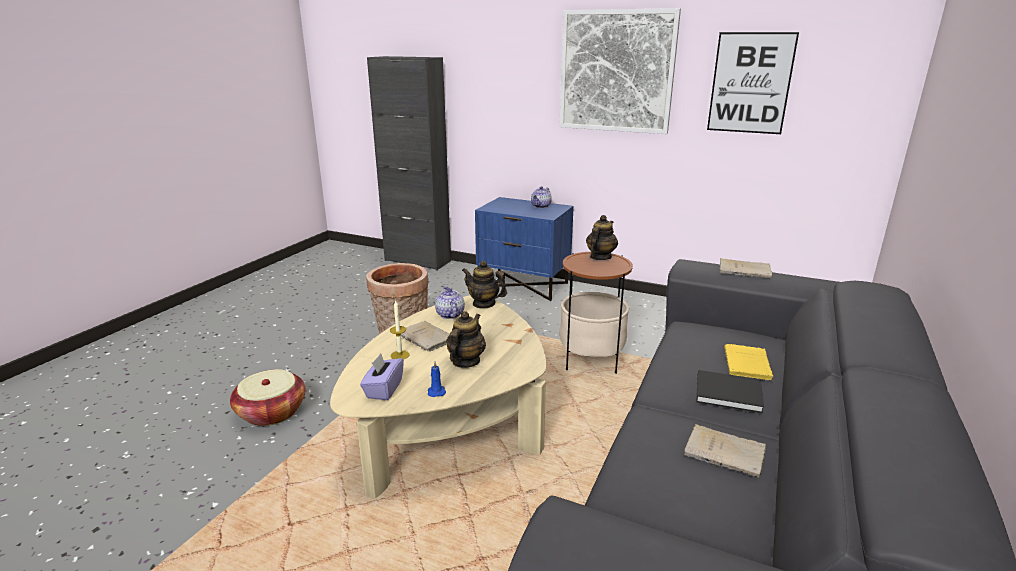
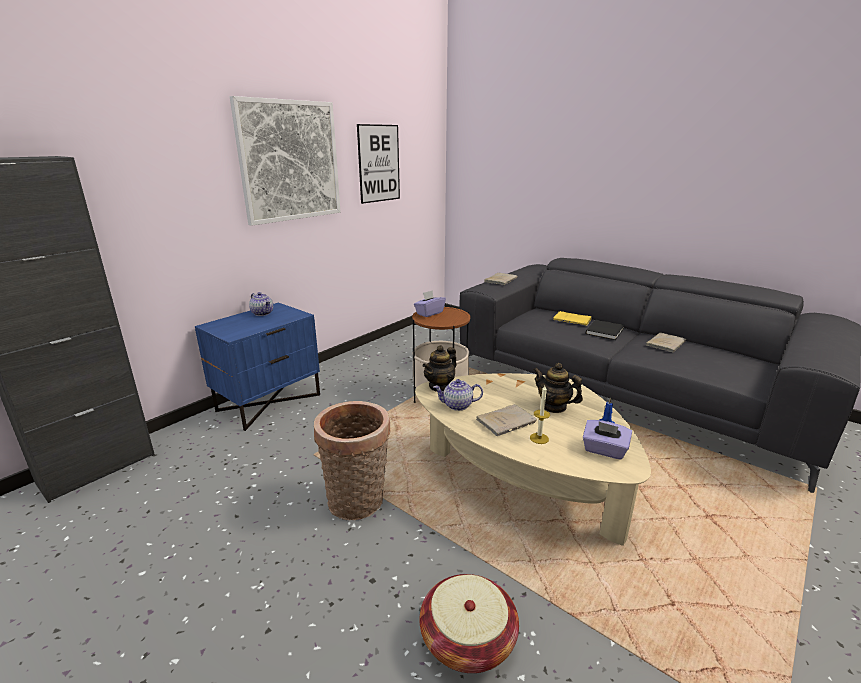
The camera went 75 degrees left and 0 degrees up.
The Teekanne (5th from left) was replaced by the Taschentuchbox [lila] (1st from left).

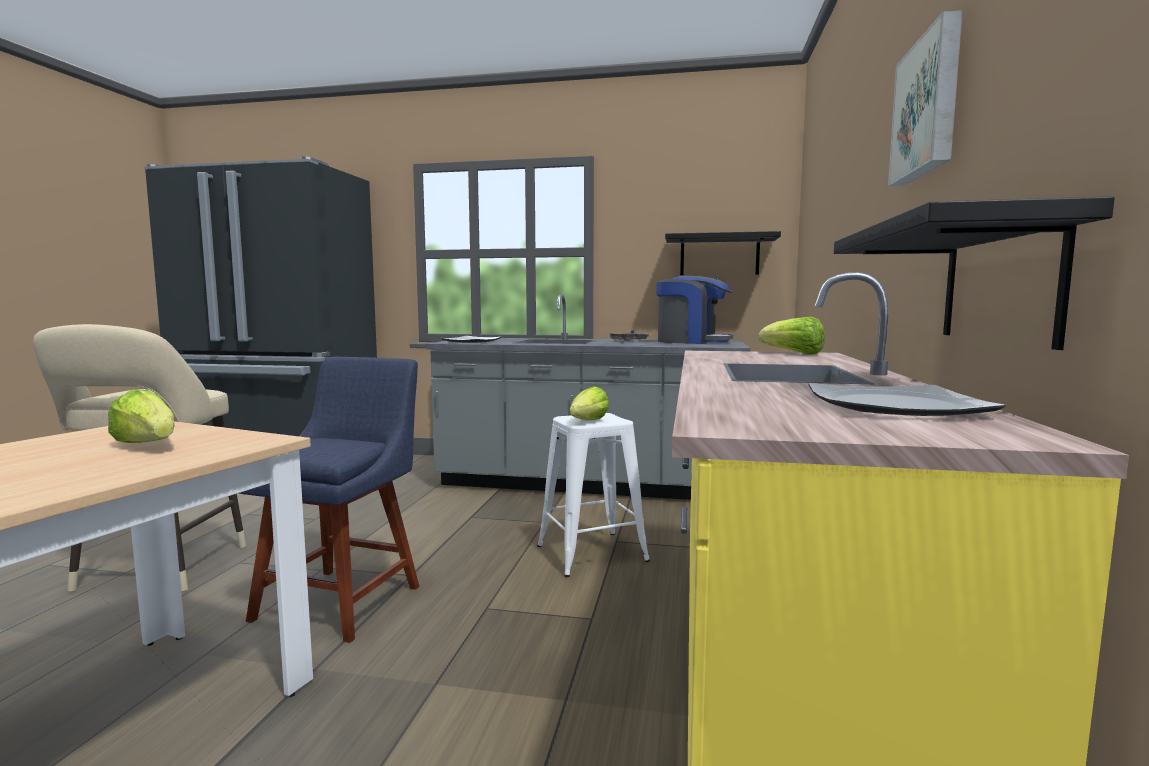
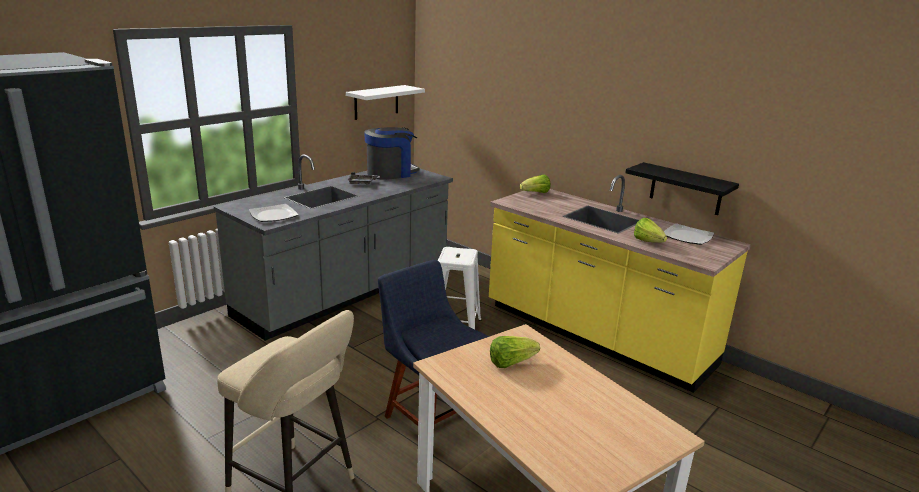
The camera went 60 degrees left and 15 degrees up.
The Wandregal [schwarz] (1st from left) became the Wandregal [weiß].
The Salatkopf (2nd from left in the first image) moved.
The Bild disappeared.

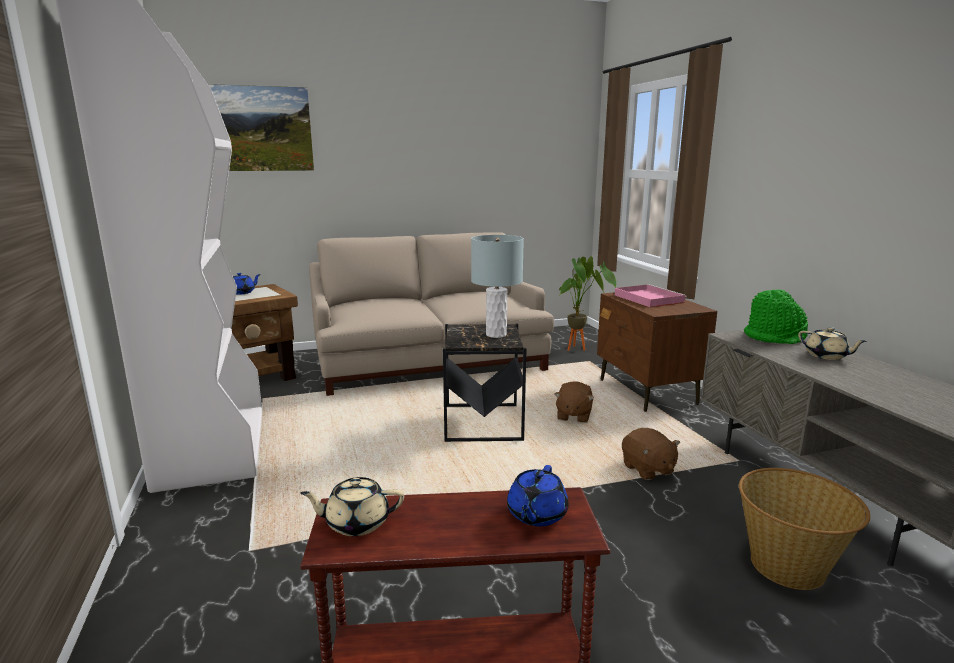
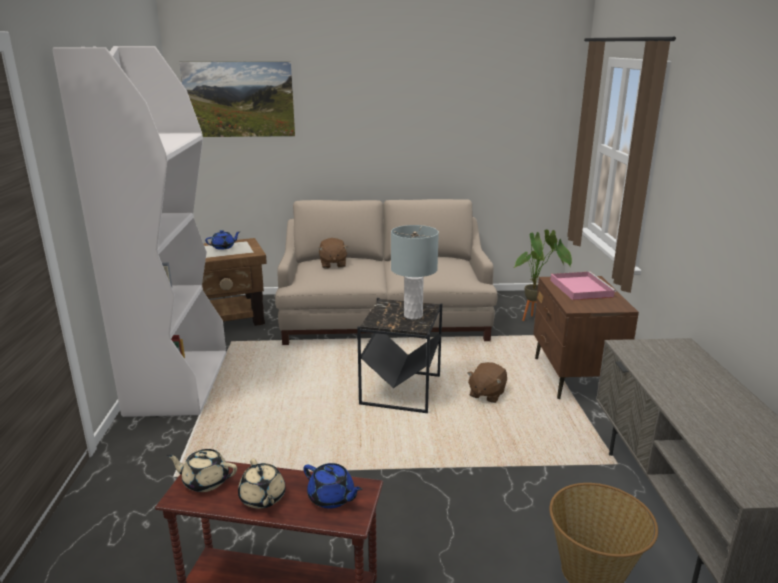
The camera went 15 degrees right and 5 degrees up.
The Teekanne [beige] (2nd from left) moved.
The Teekanne [blau] (2nd from left) turned 90 degrees counterclockwise.
The Plüschtier [braun] (2nd from left in the first image) moved.
The Hut [grün] disappeared.

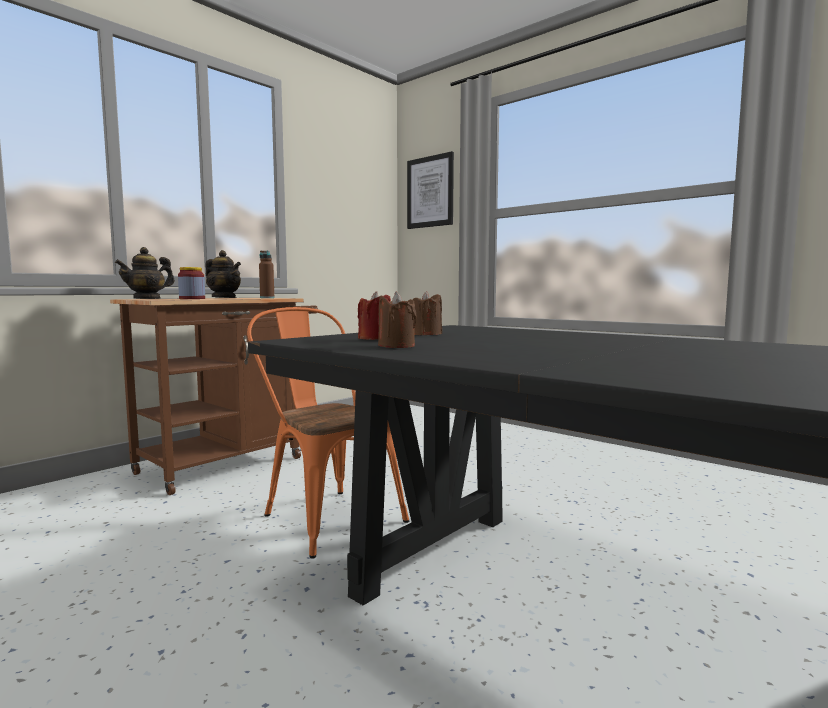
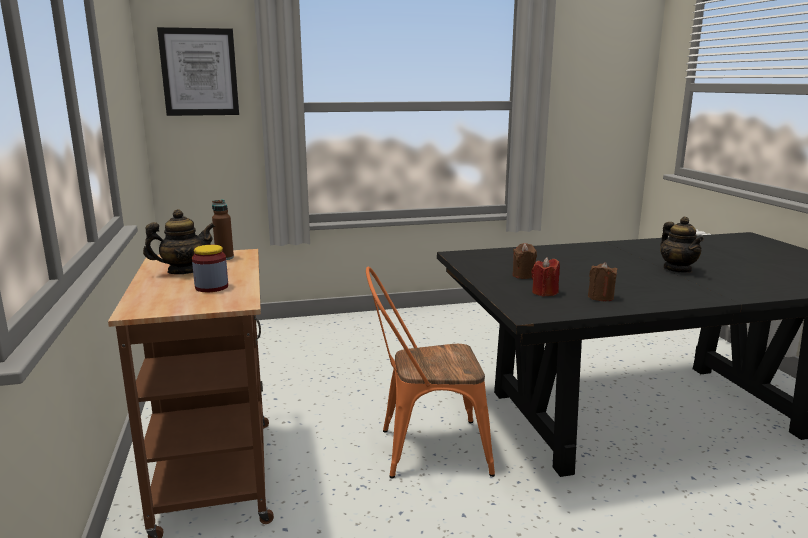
The camera went 55 degrees left and 10 degrees up.
The Teekanne (1st from left in the first image) moved.

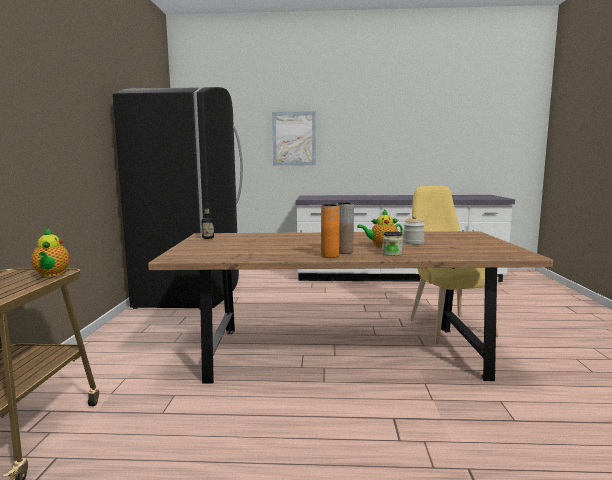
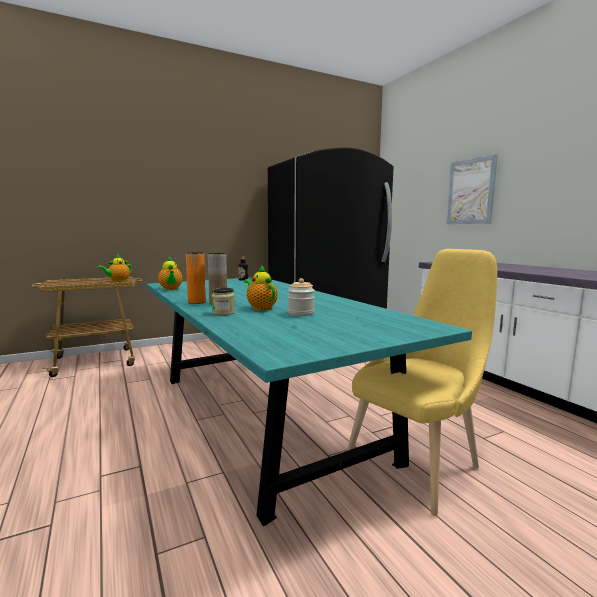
The camera went 60 degrees right and 0 degrees up.
The Esstisch [braun] became the Esstisch [türkis].
The Teekanne (2nd from left) appeared.

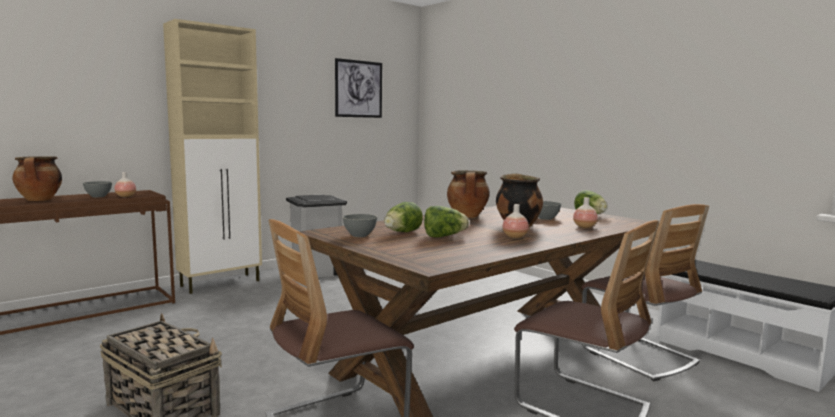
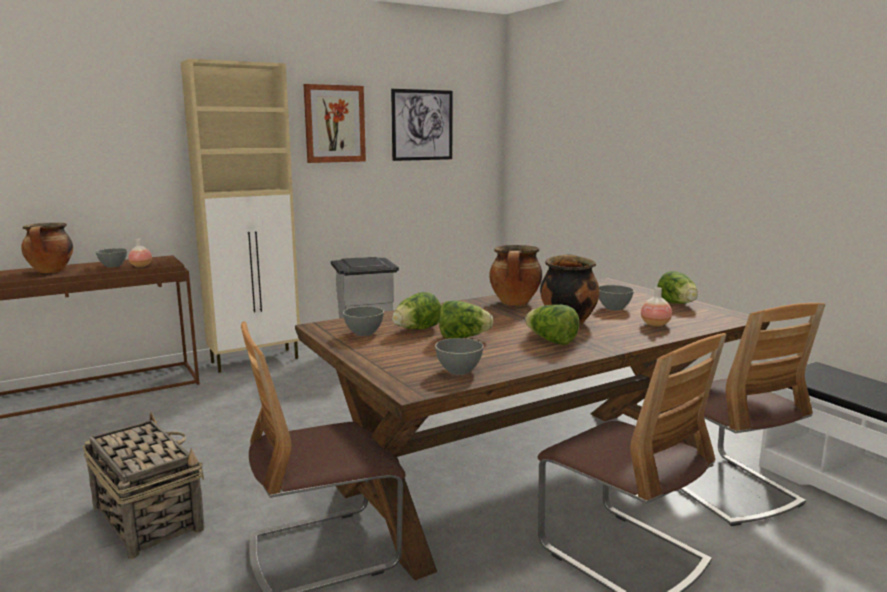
The camera went 10 degrees right and 5 degrees up.
The Bild (1st from left) appeared.
The Schüssel [grau] (3rd from left) appeared.
The Vase (2nd from left) was replaced by the Salatkopf (3rd from left).

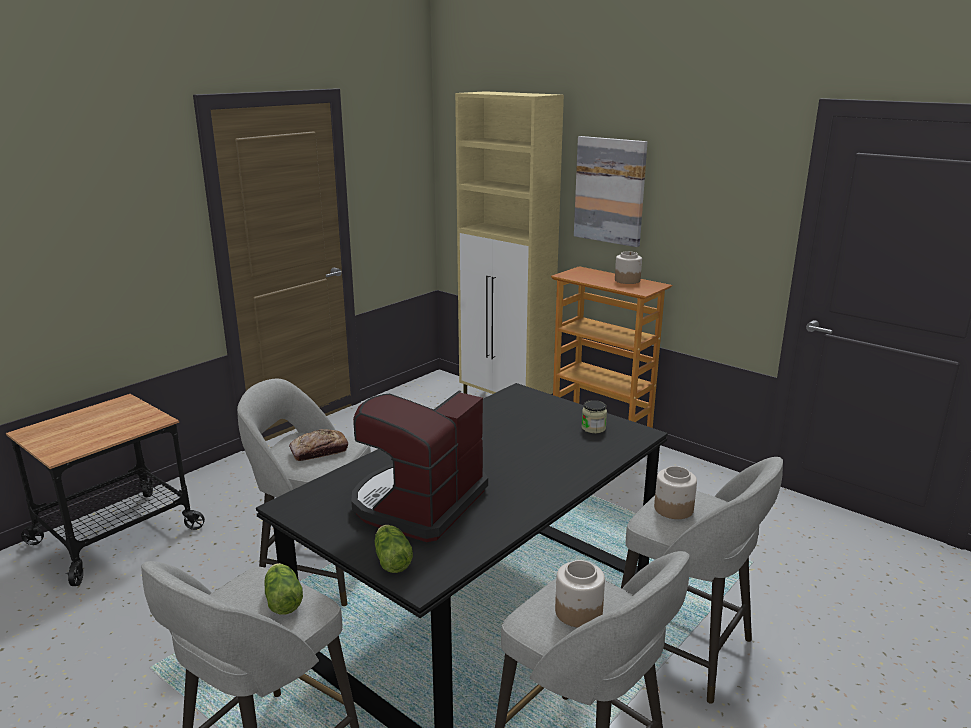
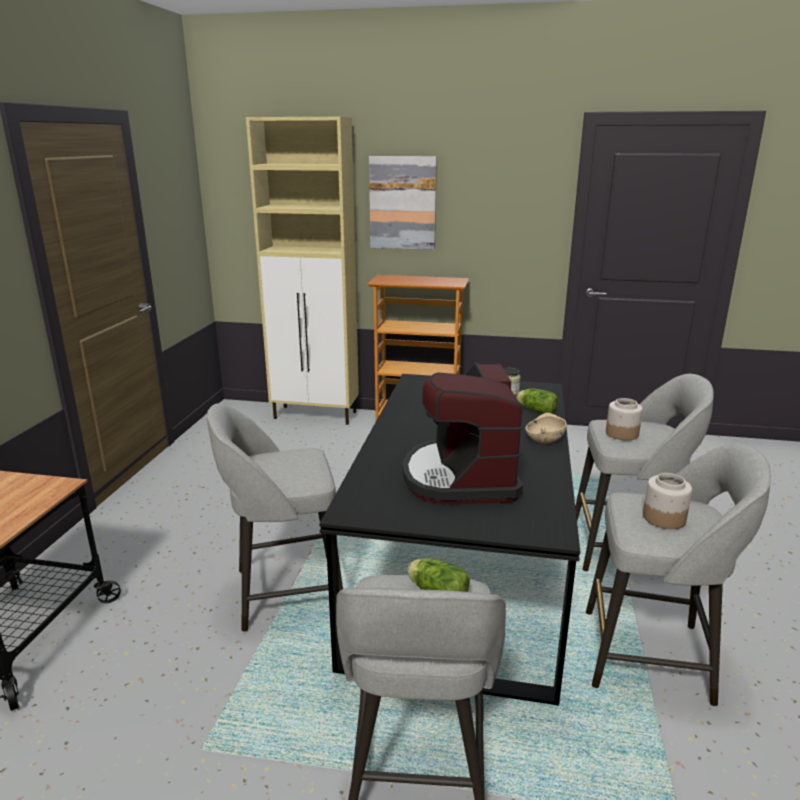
The camera went 30 degrees left and 0 degrees up.
The Salatkopf (2nd from left) moved.
The Schüssel [beige] appeared.
The Brot disappeared.
The Vorratsglas (3rd from left) disappeared.

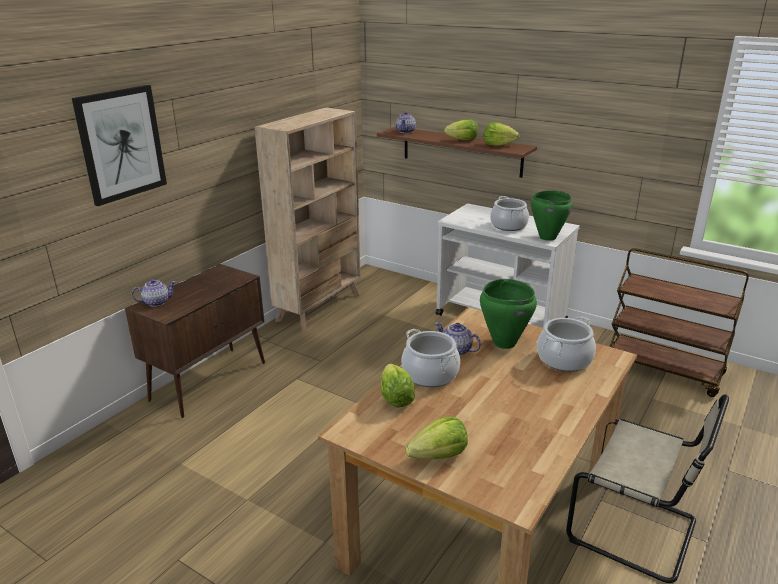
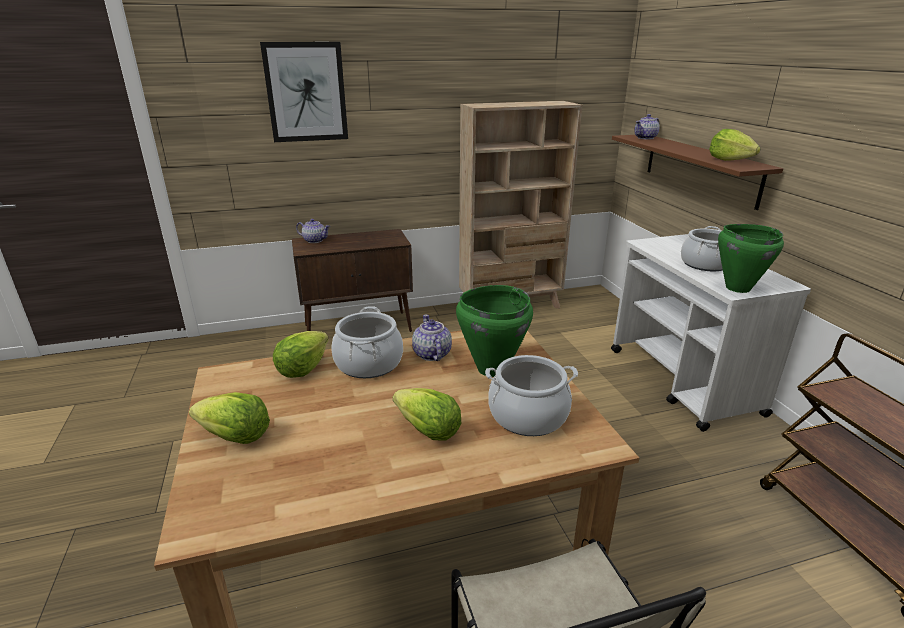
The camera went 40 degrees right and 0 degrees up.
The Salatkopf (3rd from left) moved.

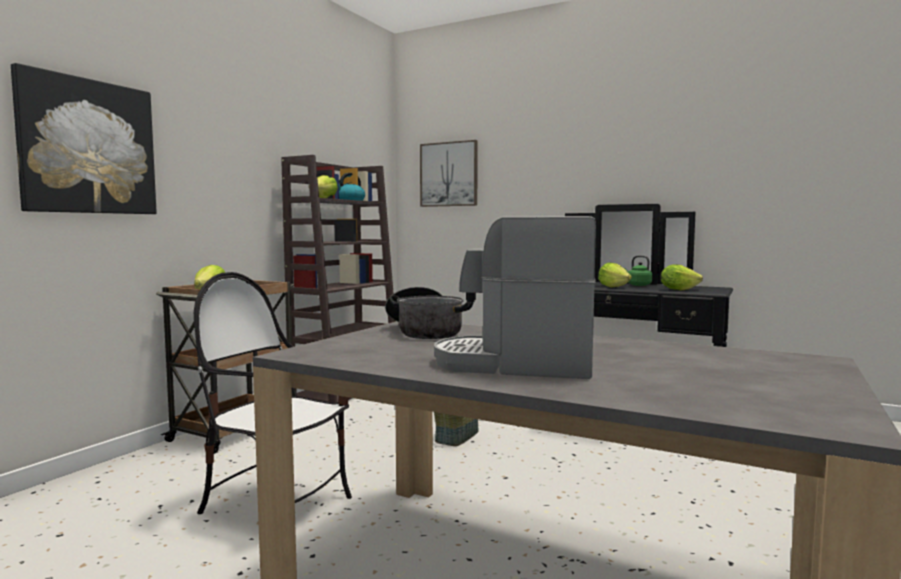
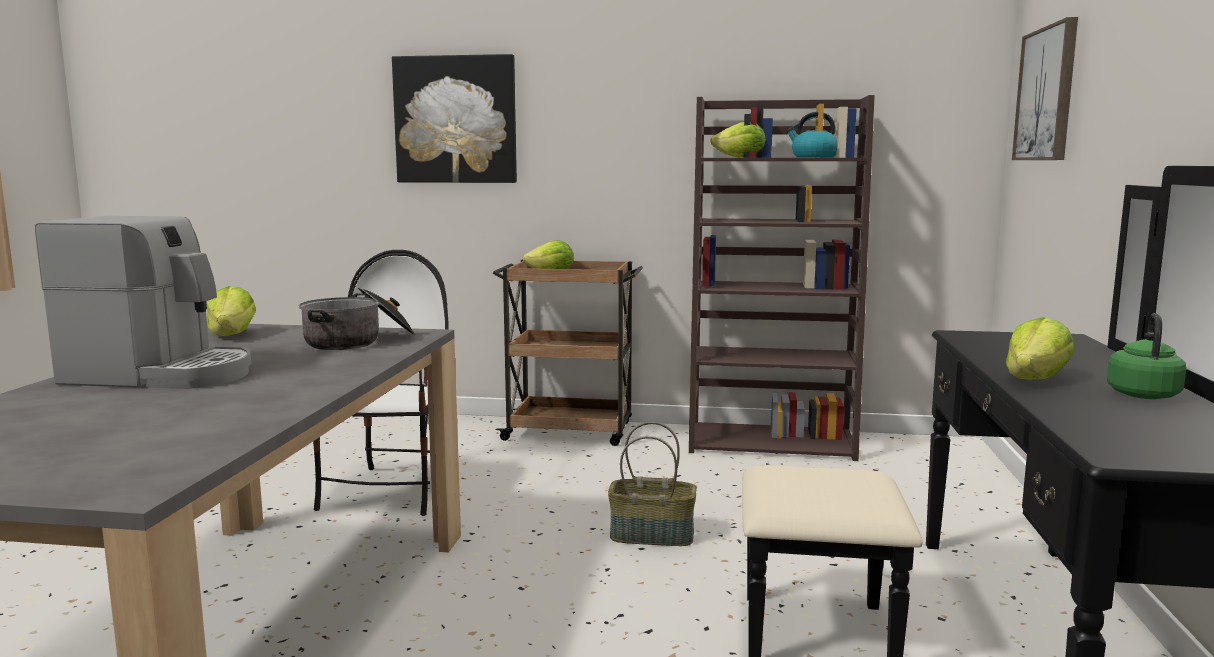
The camera went 70 degrees right and 5 degrees up.
The Kaffeemaschine turned 105 degrees clockwise.
The Salatkopf (4th from left in the first image) moved.

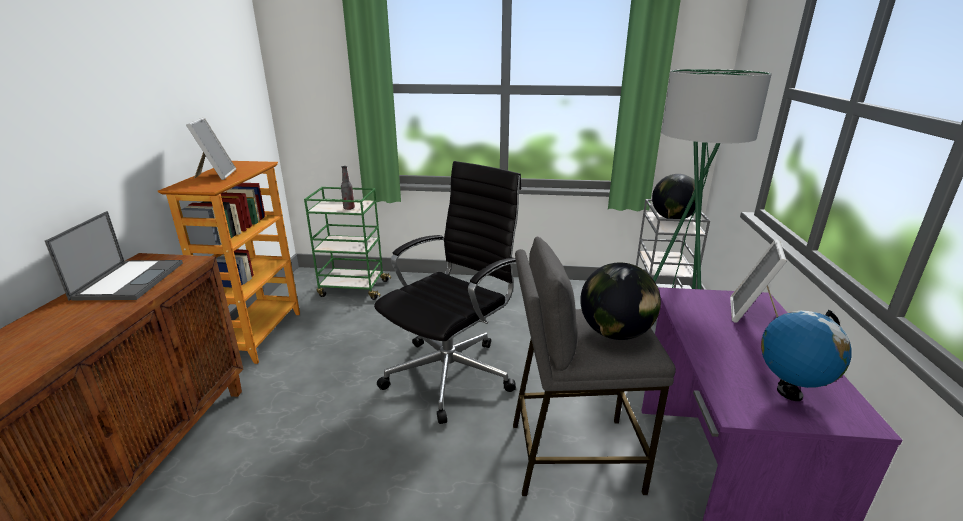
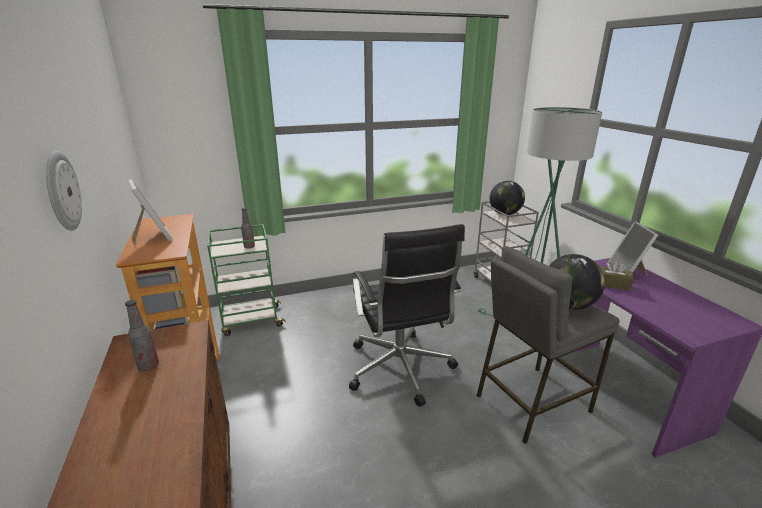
The camera went 25 degrees left and 0 degrees up.
The Wanduhr appeared.
The Laptop was replaced by the Flasche (1st from left).
The Bürostuhl [schwarz] turned 150 degrees clockwise.
The Taschentuchbox [braun] appeared.
The Globus (3rd from left) disappeared.

